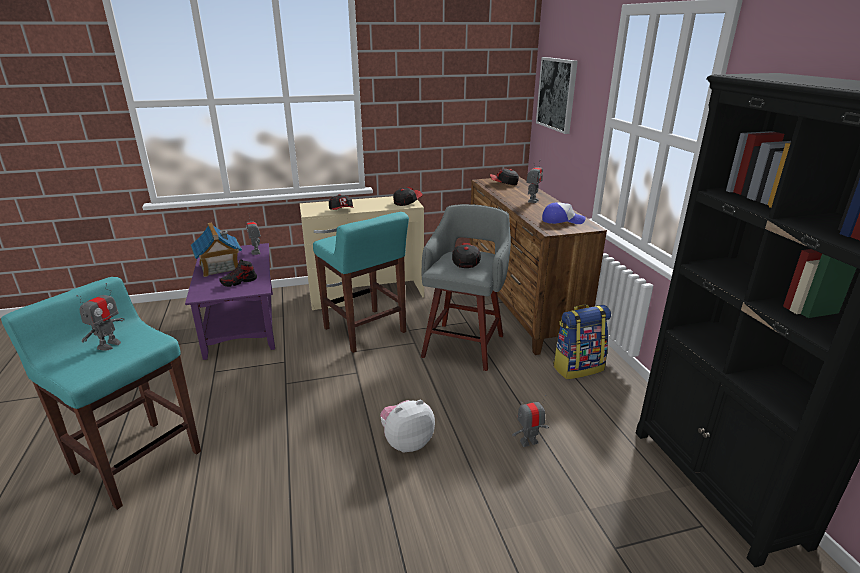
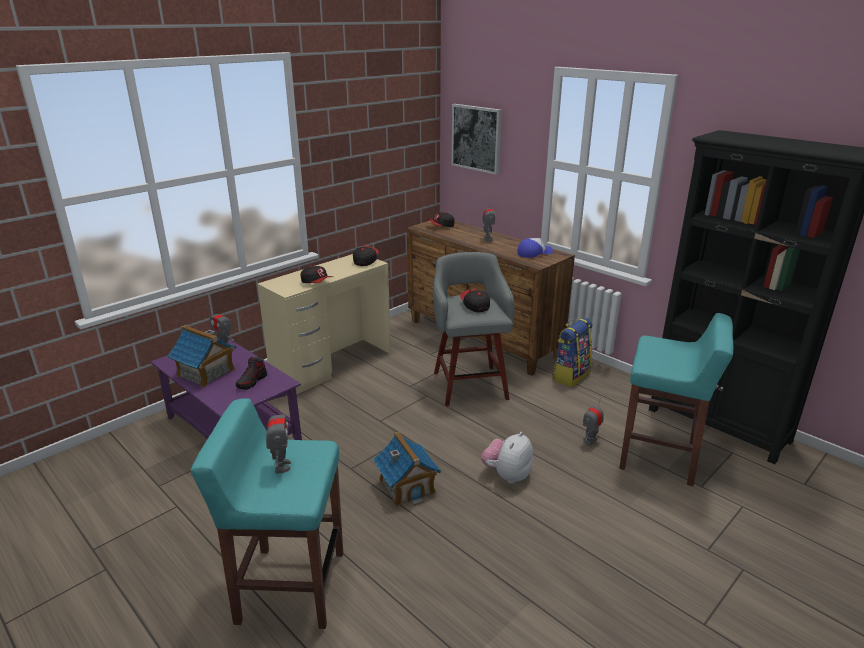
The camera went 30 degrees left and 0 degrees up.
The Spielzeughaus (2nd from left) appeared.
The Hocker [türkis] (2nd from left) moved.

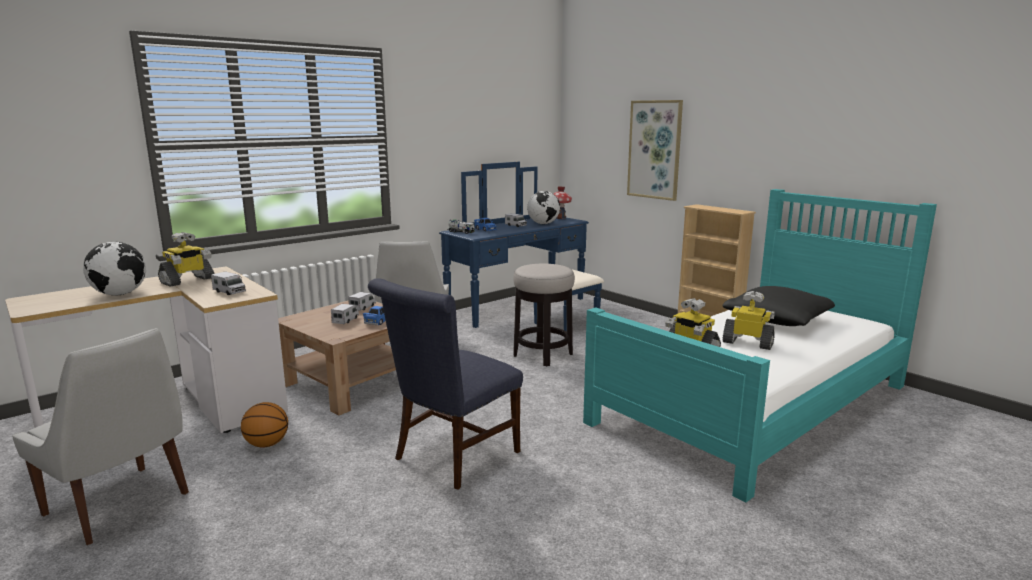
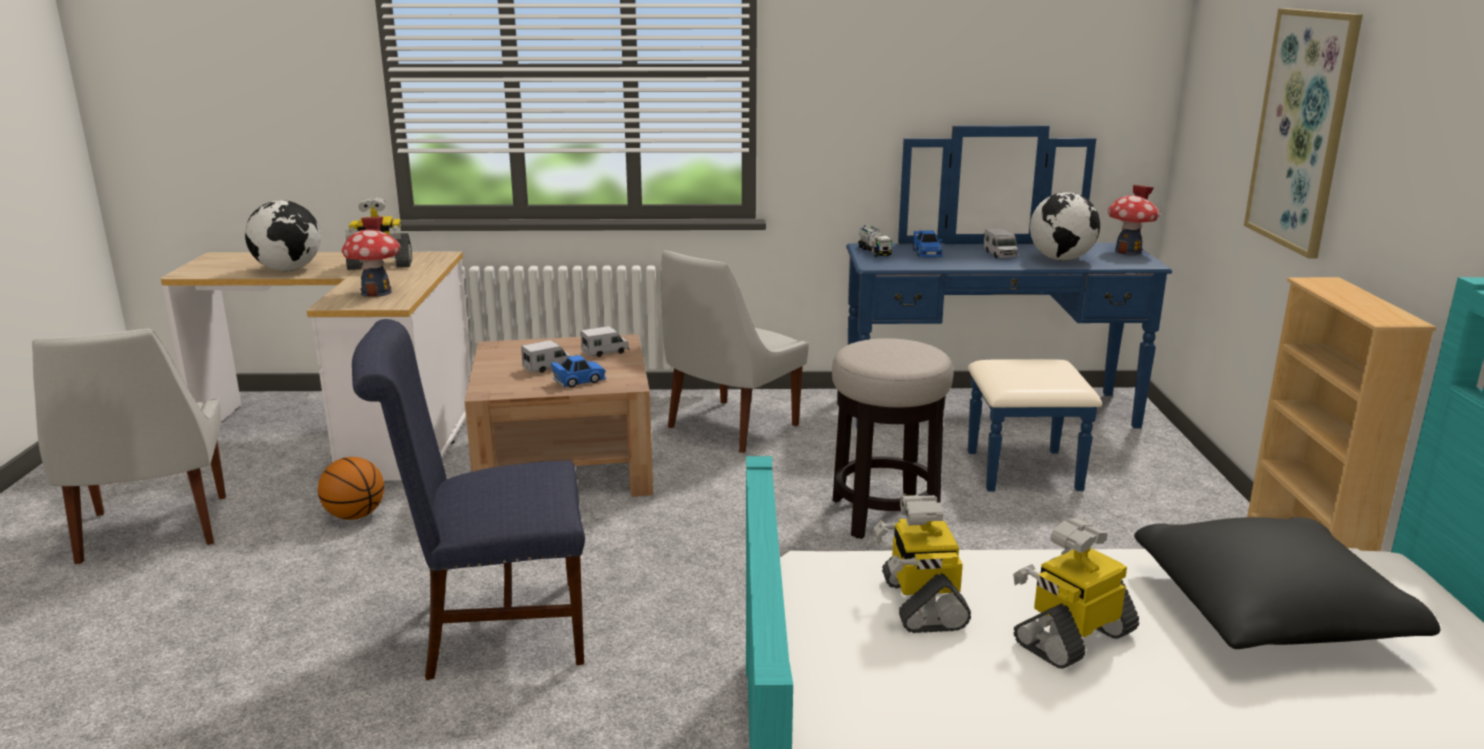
The camera went 40 degrees right and 5 degrees up.
The Spielzeuglaster (1st from left) was replaced by the Spielzeughaus (1st from left).
The Spielzeugroboter (3rd from left) turned 105 degrees counterclockwise.

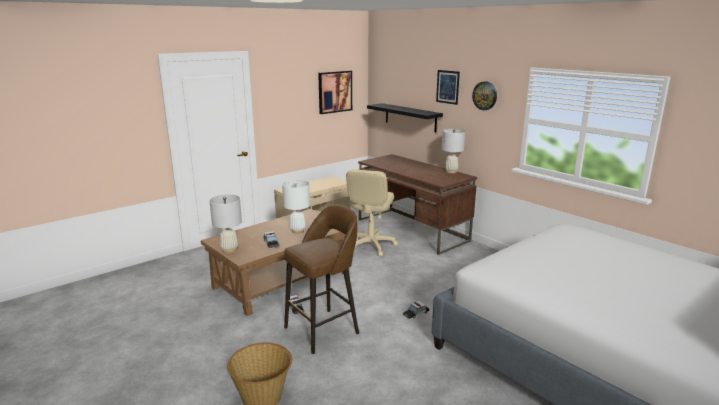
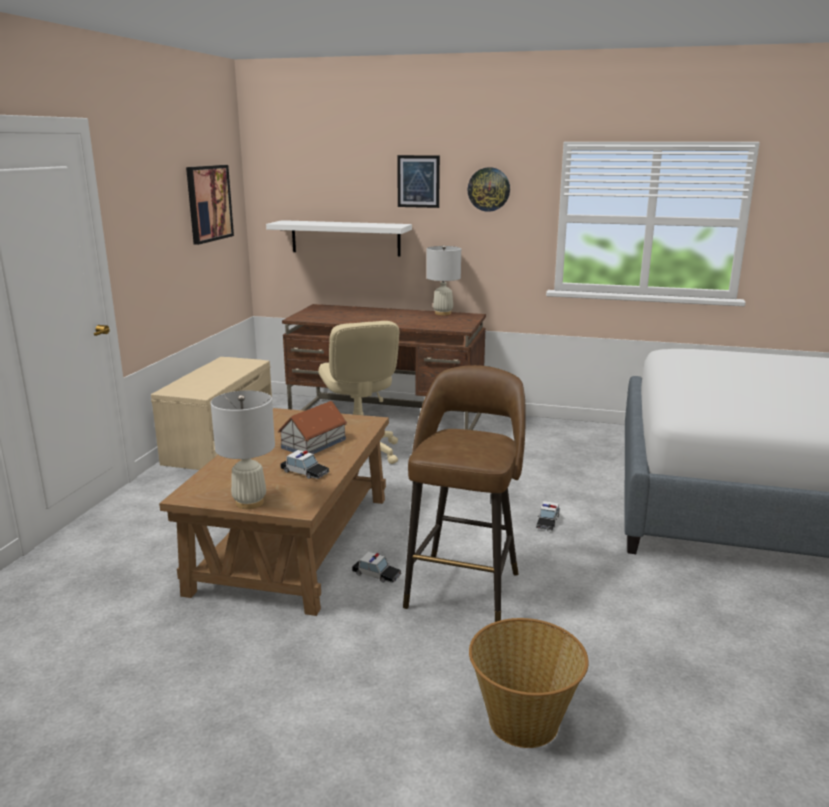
The camera went 35 degrees left and 0 degrees up.
The Wandregal [schwarz] became the Wandregal [weiß].
The Tischlampe [weiß] (2nd from left) was replaced by the Spielzeughaus.

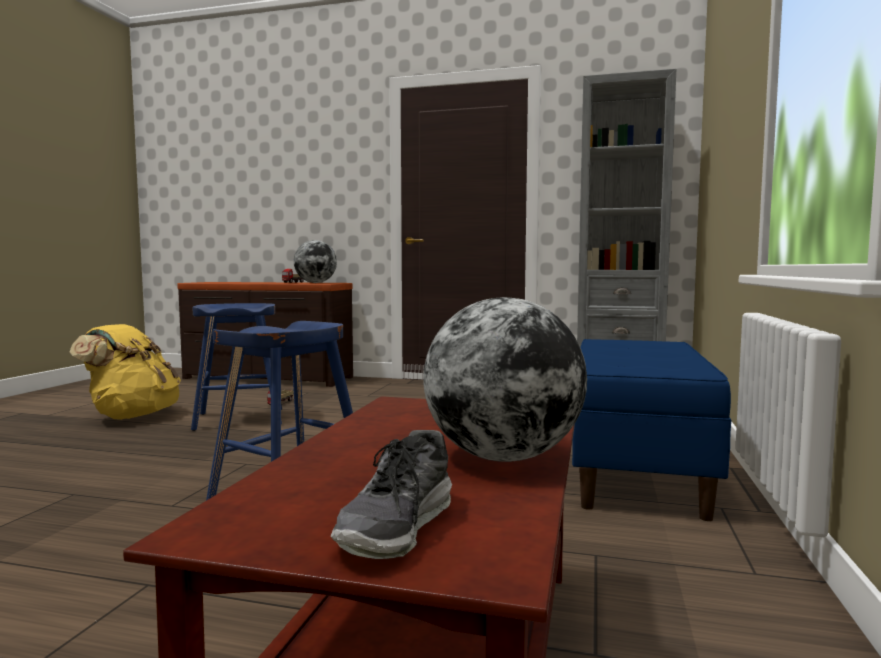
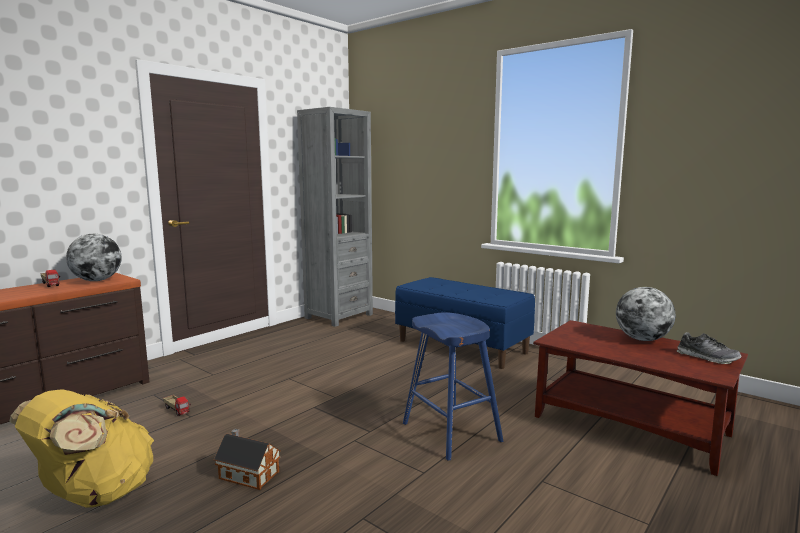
The camera went 65 degrees left and 5 degrees up.
The Spielzeughaus appeared.
The Hocker [blau] (1st from left) disappeared.

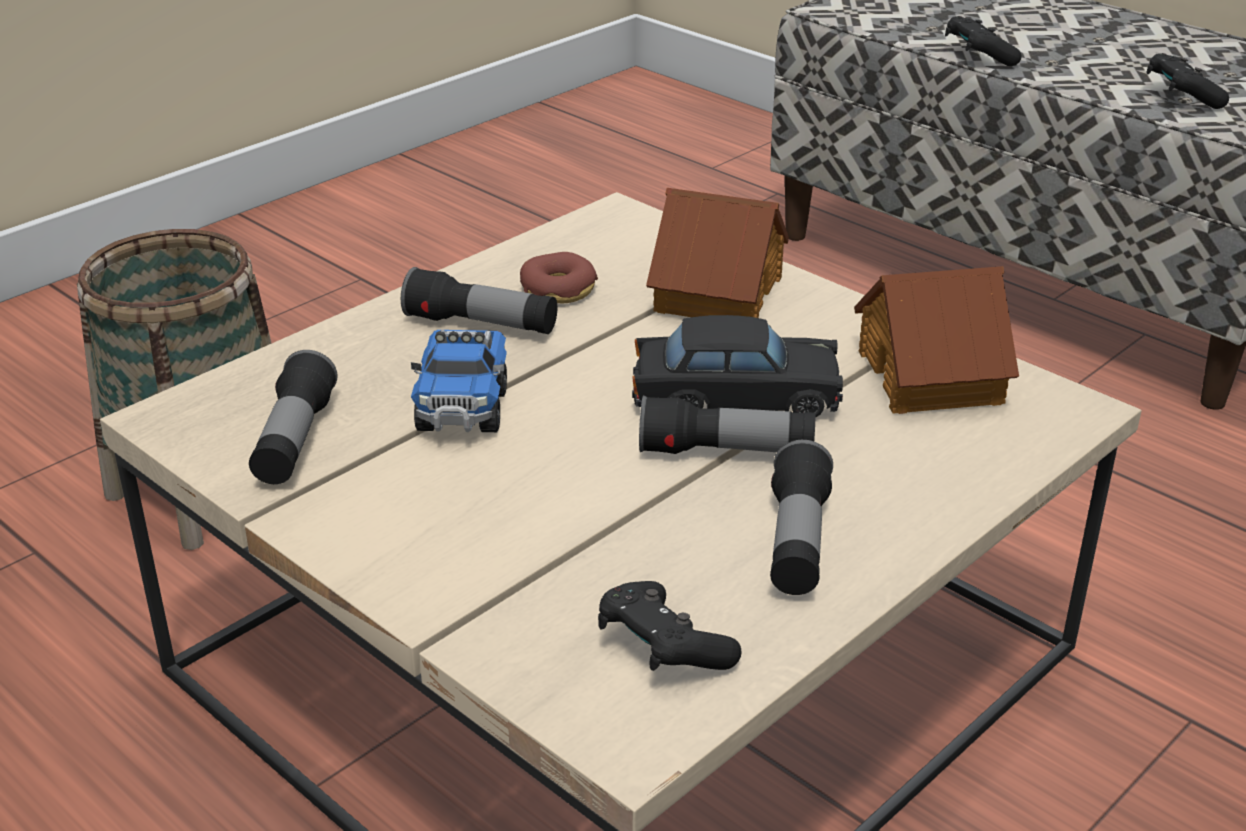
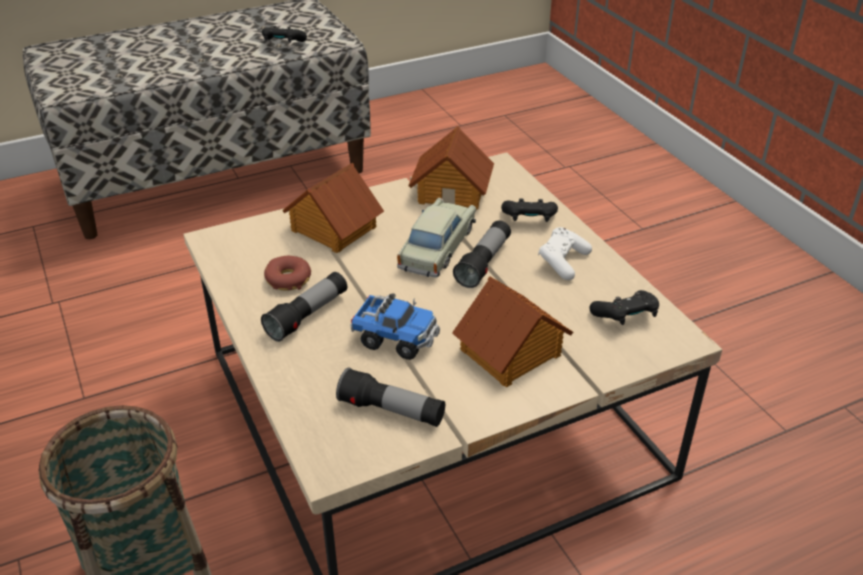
The camera went 70 degrees left and 5 degrees up.
The Spielzeugauto [schwarz] became the Spielzeugauto [beige].
The Spielzeughaus (3rd from left) appeared.
The Gamepad [schwarz] (2nd from left) moved.
The Taschenlampe (4th from left) was replaced by the Gamepad [weiß].

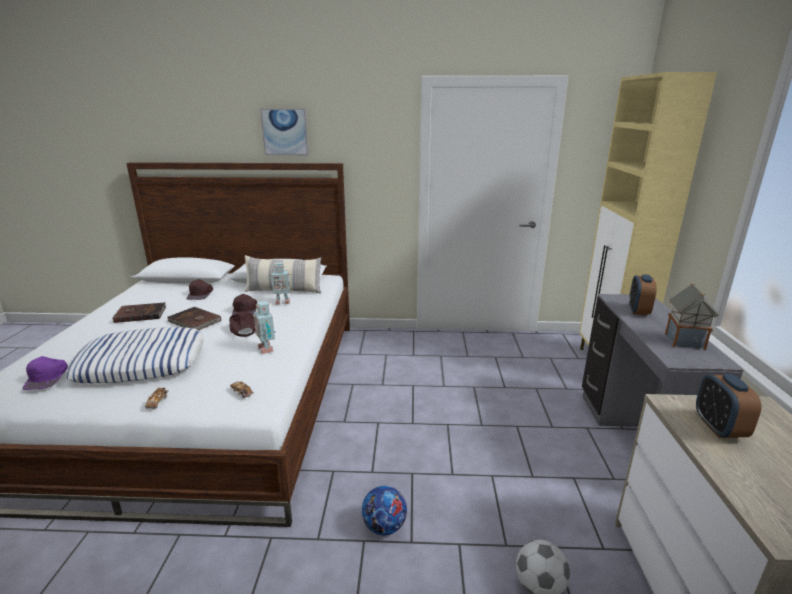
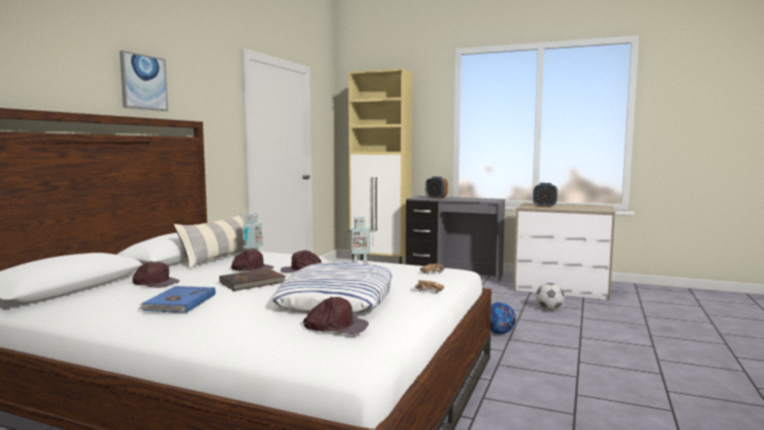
The camera went 70 degrees left and 15 degrees down.
The Buch [braun] (1st from left) became the Buch [blau].
The Kappe [lila] became the Kappe [braun] (4th from left).
The Spielzeughaus disappeared.

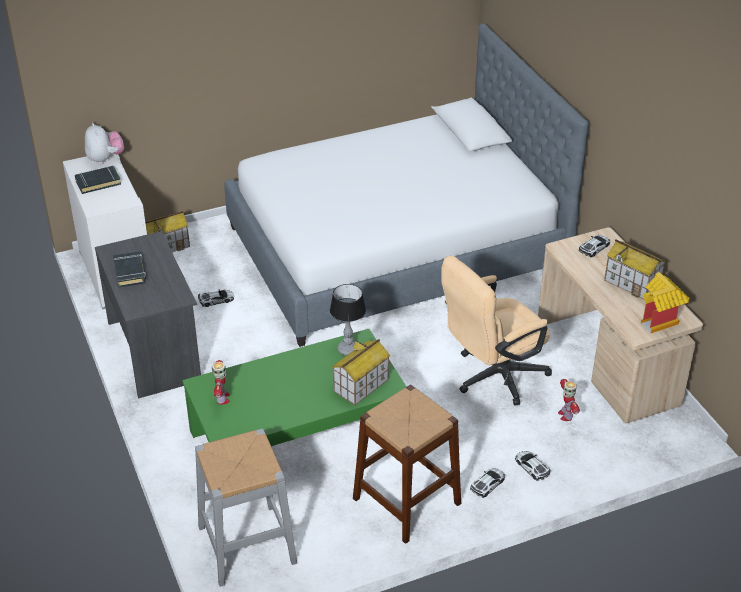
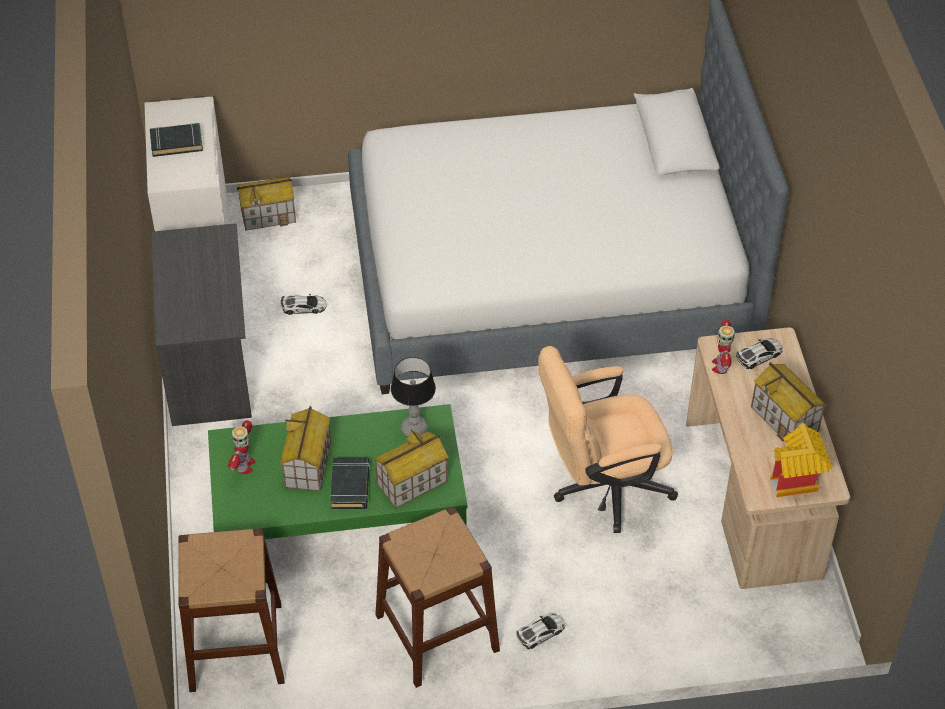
The camera went 15 degrees right and 10 degrees up.
The Hocker [grau] became the Hocker [braun] (1st from left).
The Spielzeughaus (2nd from left) appeared.
The Buch [schwarz] (2nd from left) moved.
The Spielzeugroboter (2nd from left) moved.
The Plüschtier disappeared.
The Spielzeugauto (3rd from left) disappeared.

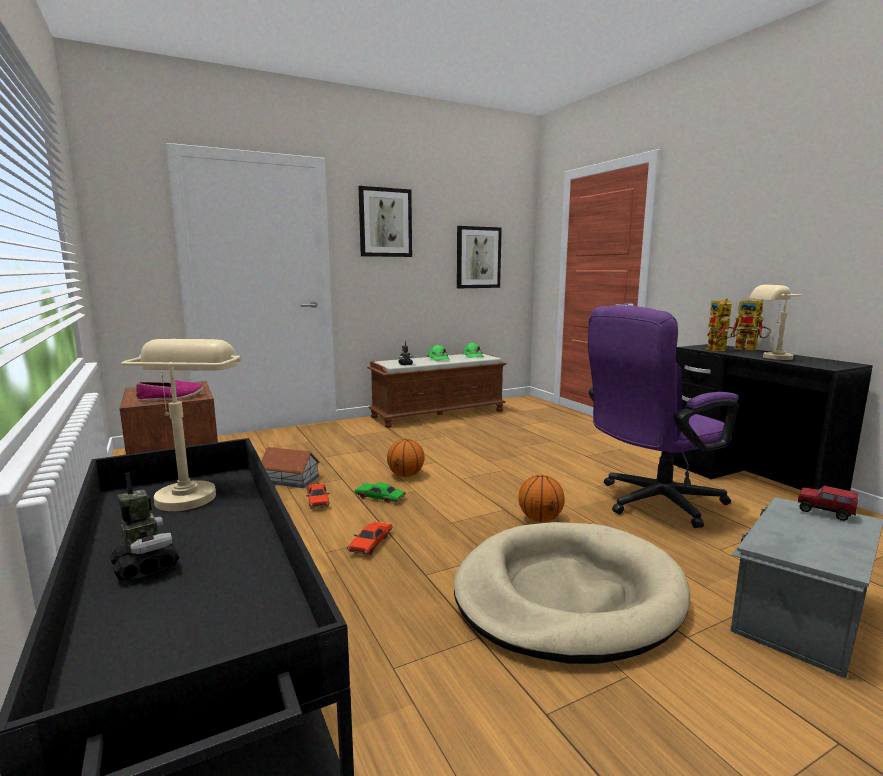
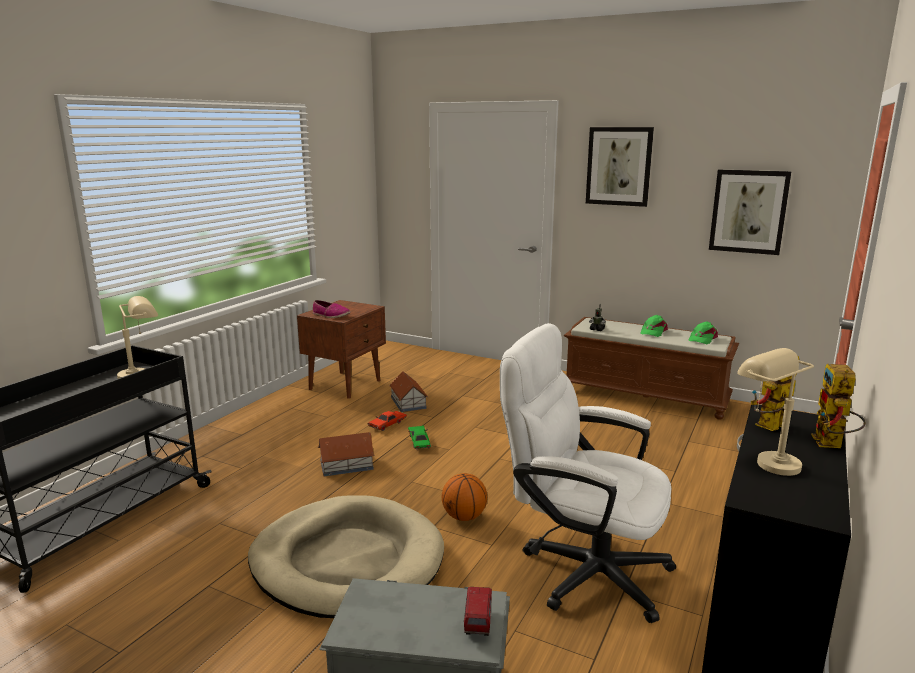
The camera went 55 degrees right and 5 degrees up.
The Spielzeugauto [rot] (2nd from left) was replaced by the Spielzeughaus (1st from left).
The Bürostuhl [lila] became the Bürostuhl [weiß].
The Spielzeugroboter (1st from left) disappeared.
The Basketball (1st from left) disappeared.

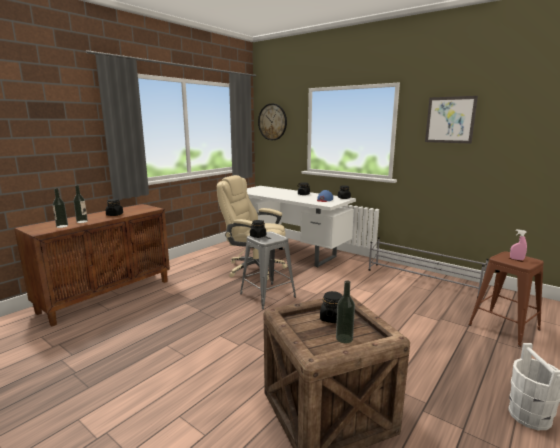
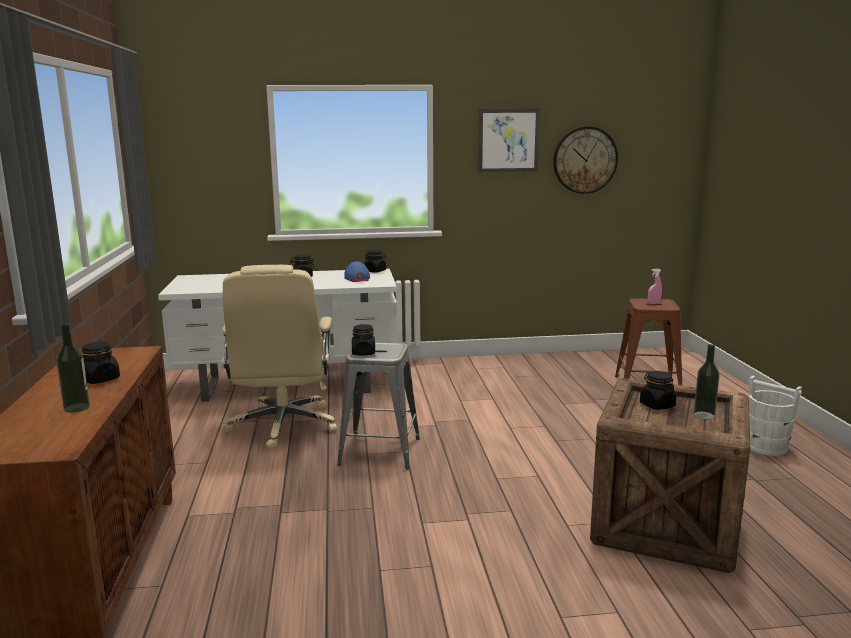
The camera went 45 degrees left and 0 degrees up.
The Bürostuhl [beige] turned 75 degrees counterclockwise.
The Wanduhr moved.
The Flasche (1st from left) disappeared.
The Schuhregal [grau] disappeared.

